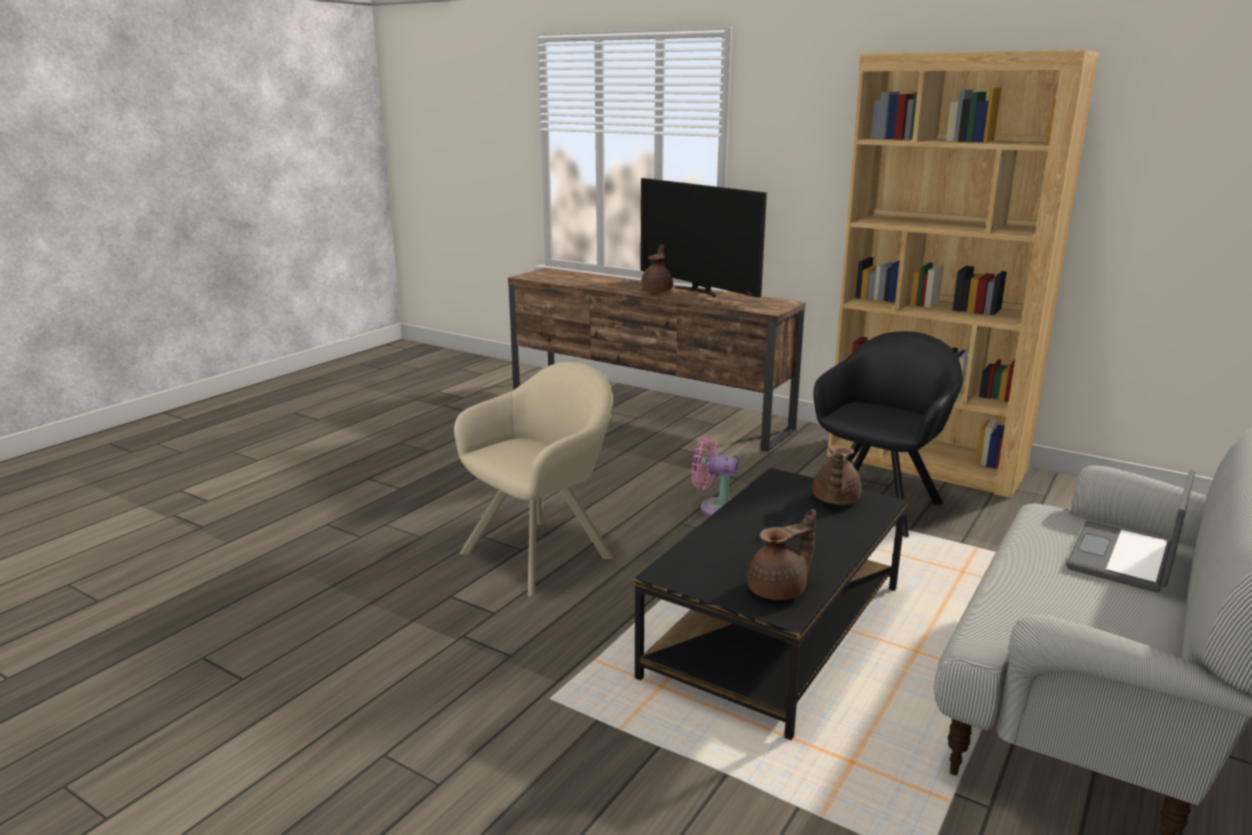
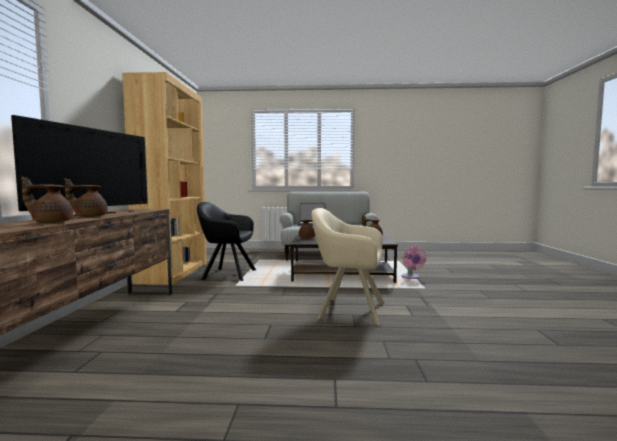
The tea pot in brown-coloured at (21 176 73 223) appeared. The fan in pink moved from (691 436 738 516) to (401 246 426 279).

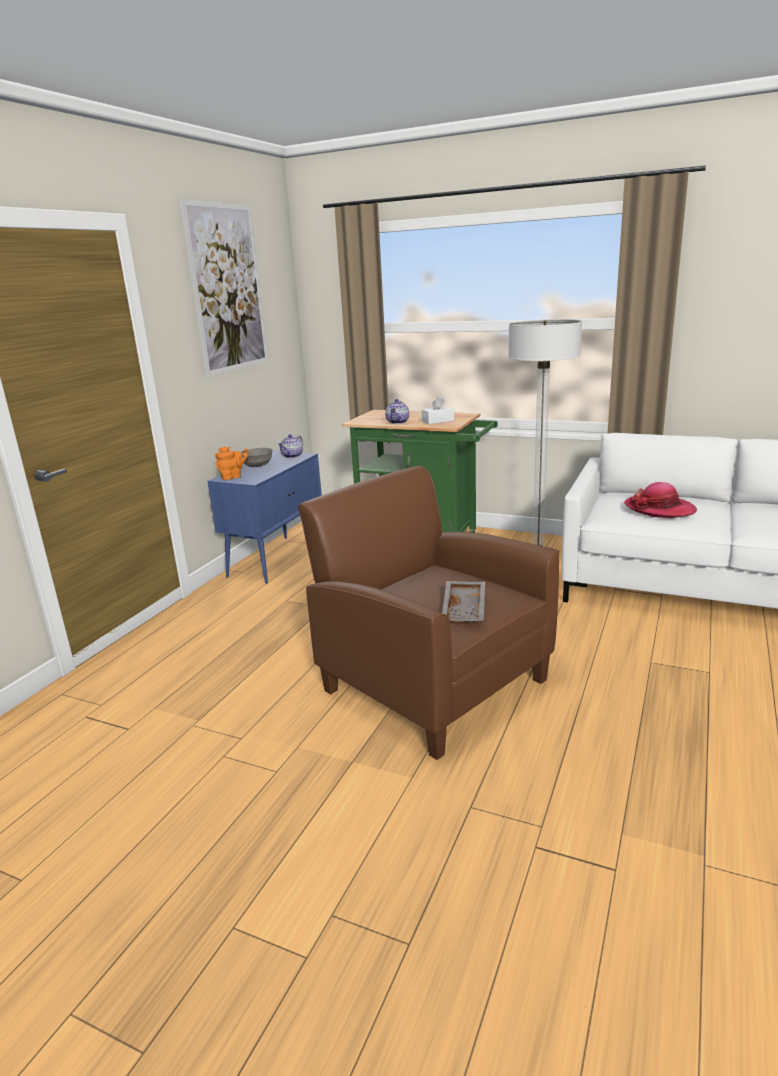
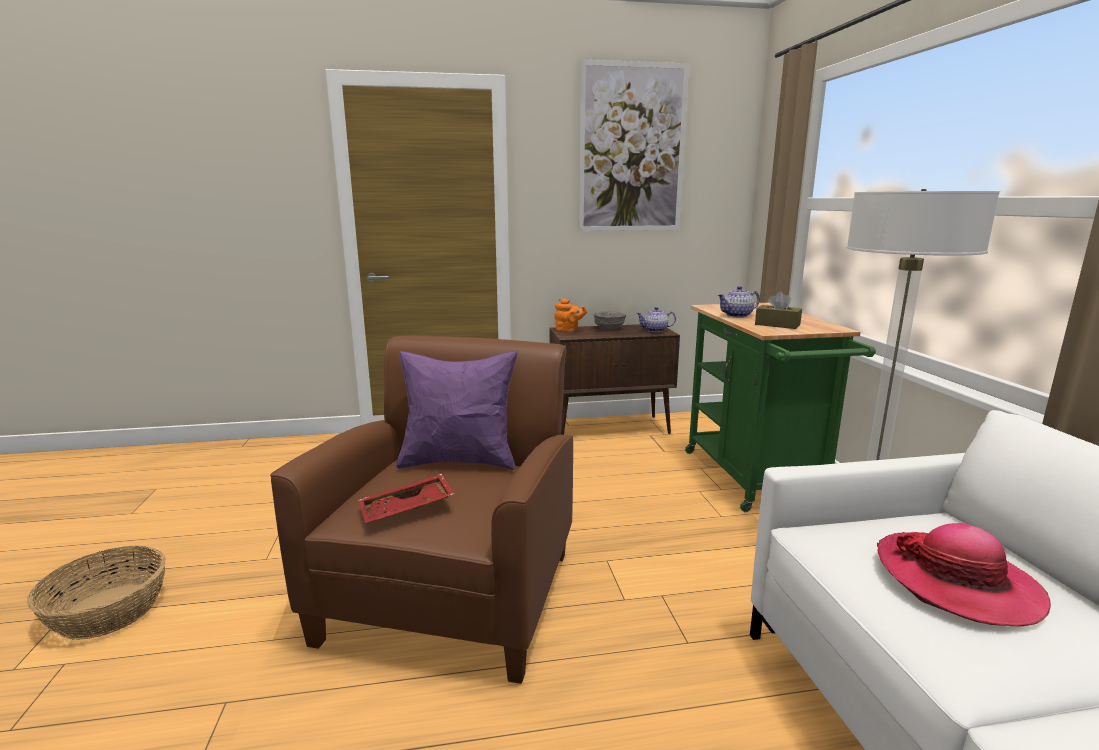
The household basket at (27 546 166 640) appeared. The cushion in purplish at (396 351 517 470) appeared. The cabinet in blue at (207 451 322 584) became the cabinet in brown-coloured at (549 324 680 435). The tissue box in white-coloured at (422 397 454 424) became the tissue box in brown-coloured at (755 292 802 329). The serving tray in greyish at (442 581 485 624) became the serving tray in reddish at (358 474 455 523).

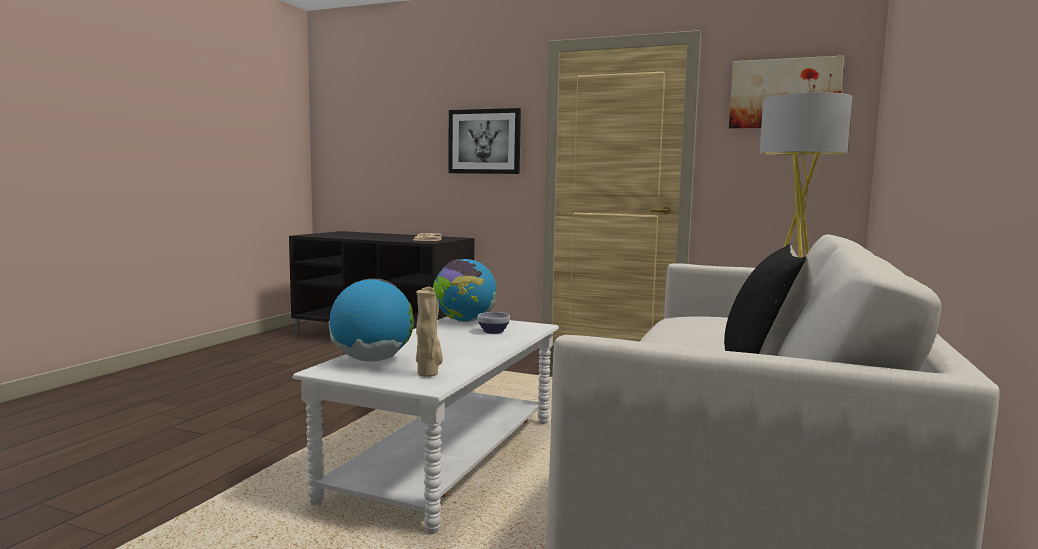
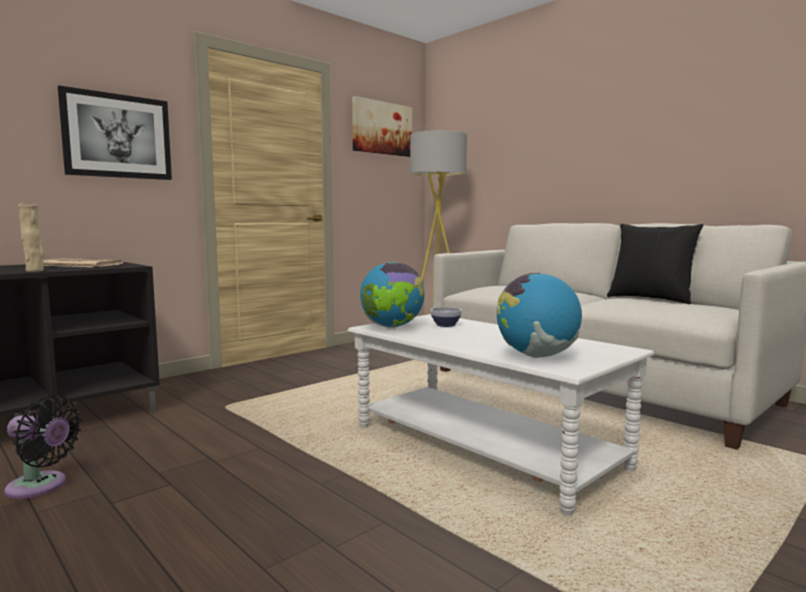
The fan in blackish at (5 395 81 499) appeared. The flower vase in beige-coloured moved from (416 287 443 377) to (18 203 45 272).

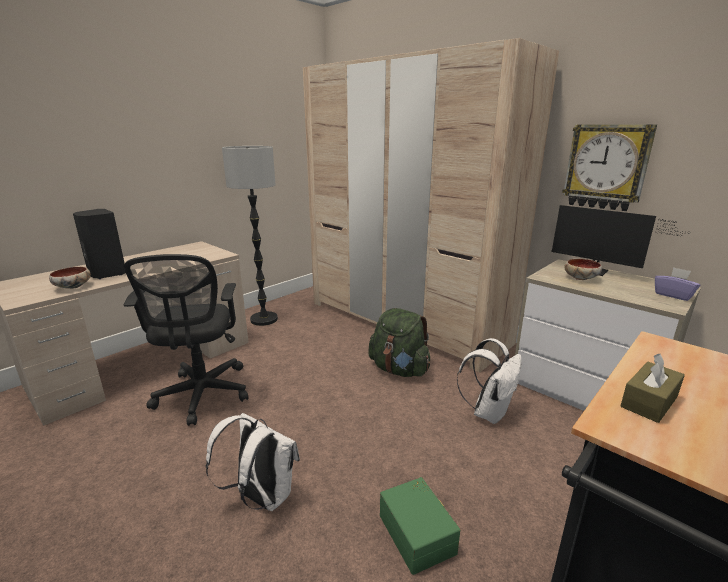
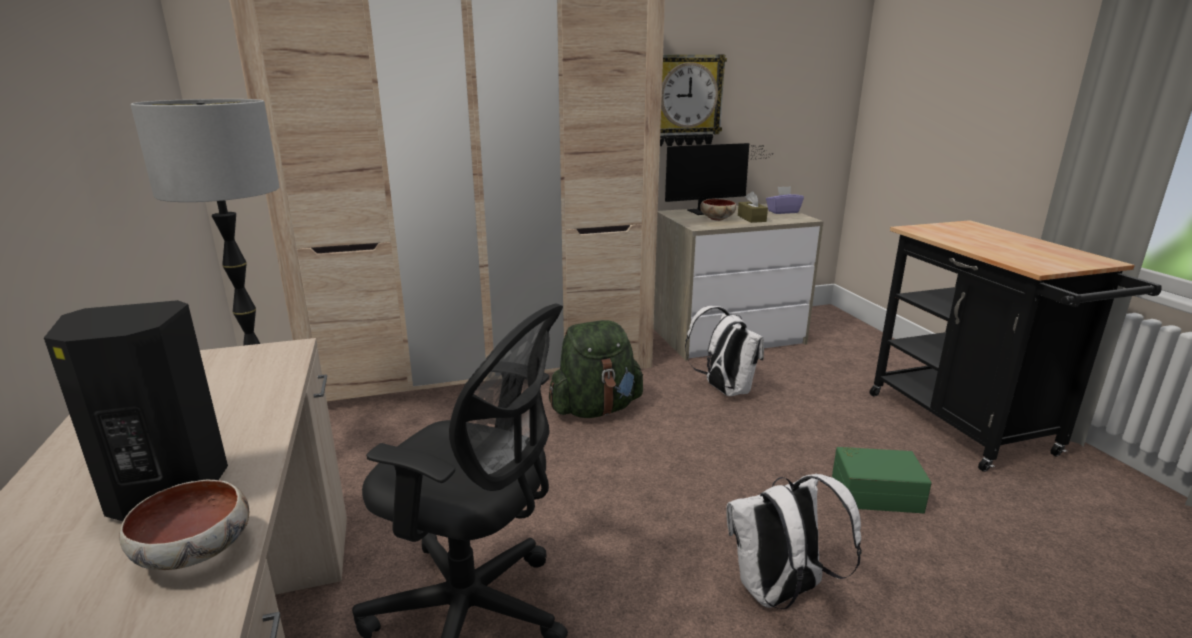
The tissue box in brown-coloured moved from (621 354 685 423) to (738 191 768 223).

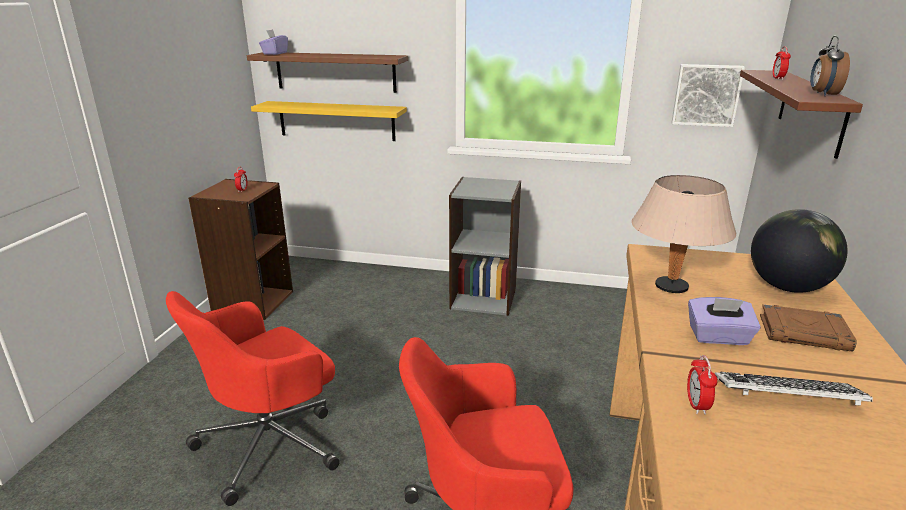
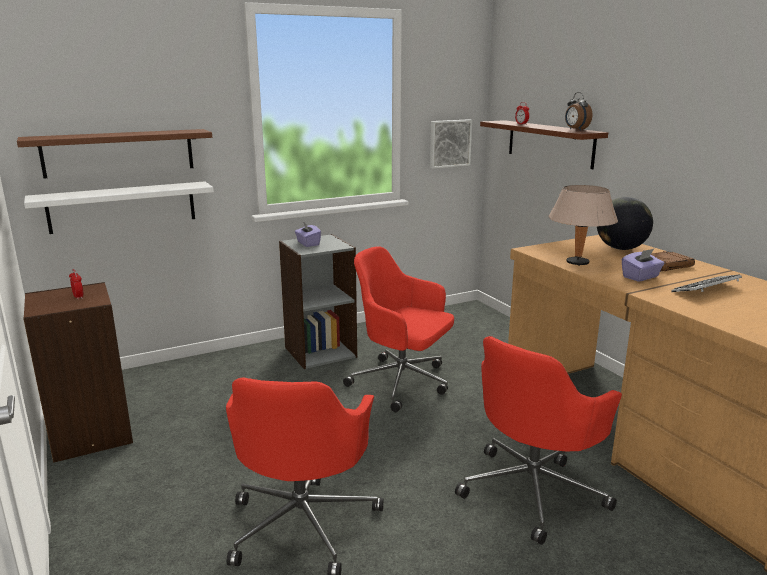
The alarm clock at (687 355 718 415) disappeared. The computer chair in reddish at (343 246 454 412) appeared. The tissue box in purplish moved from (259 29 288 55) to (295 222 321 247). The wall shelf in yellowish at (251 101 407 141) became the wall shelf in white-coloured at (24 181 214 234).

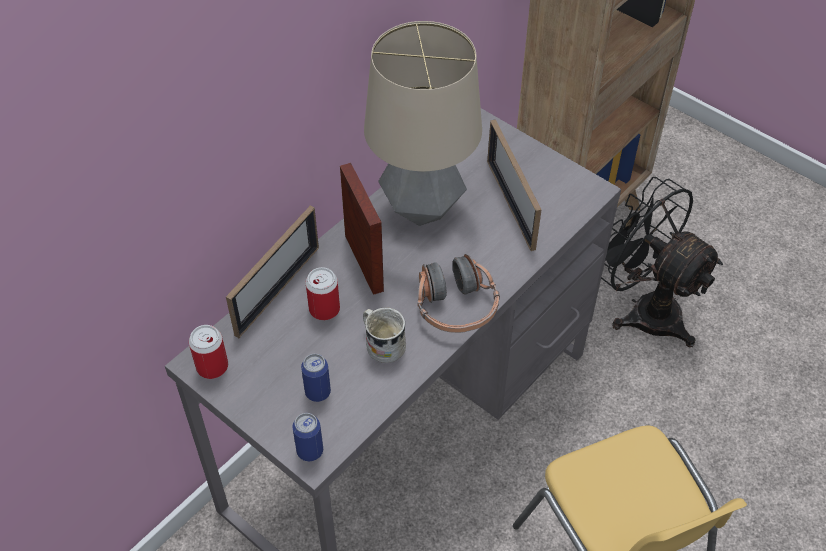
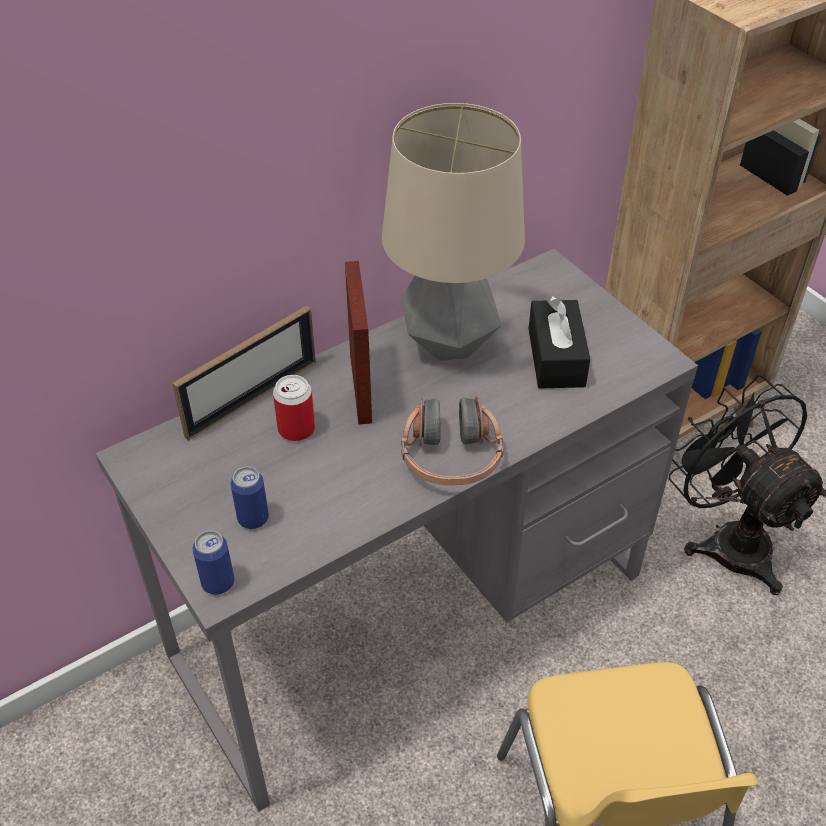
The metal can at (189 325 228 379) disappeared. The coffee mug in white-coloured at (363 307 406 363) disappeared. The standing frame at (487 119 542 251) was replaced by the tissue box in blackish at (529 296 590 389).

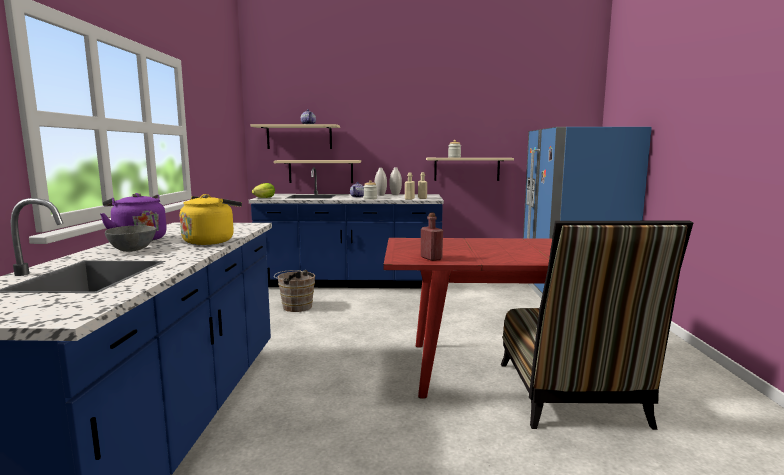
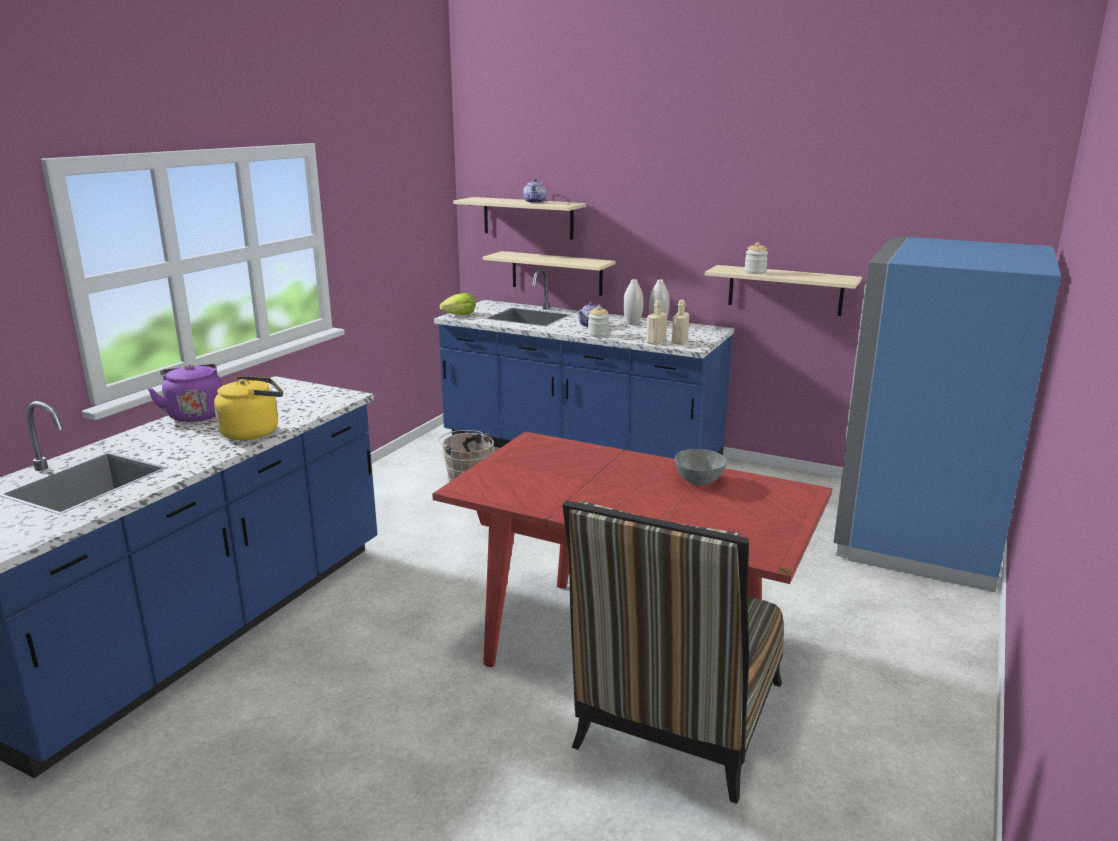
The bottle in reddish at (421 213 443 261) disappeared. The deep dish in greyish moved from (105 225 156 252) to (675 449 727 486).

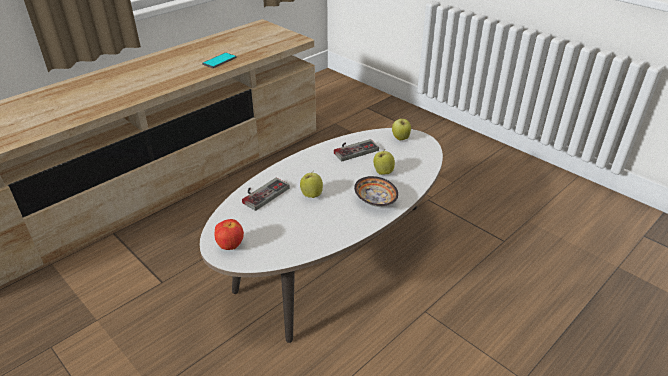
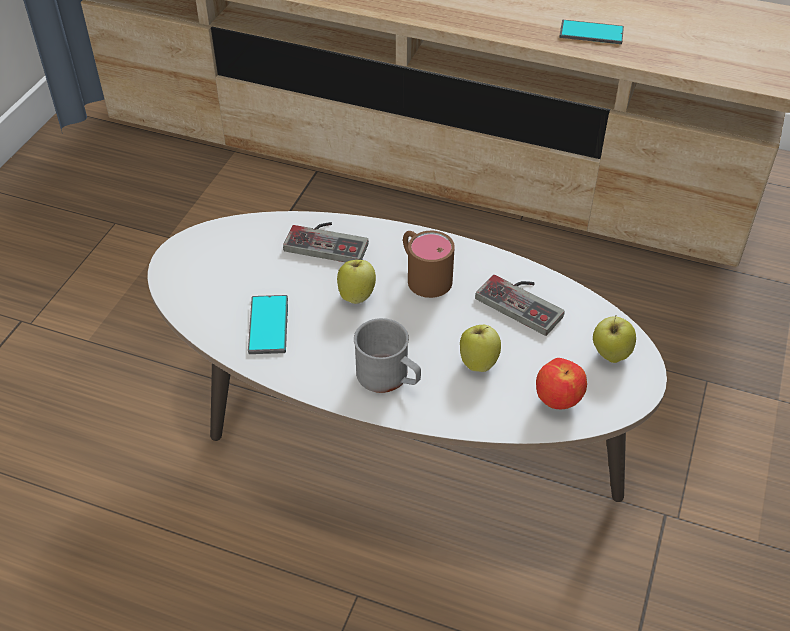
The handset at (248 295 288 354) appeared. The coffee mug in brown-coloured at (403 231 455 298) appeared. The apple fruit moved from (215 219 244 250) to (536 358 587 409). The deep dish at (354 176 398 207) was replaced by the coffee mug in greyish at (354 318 421 393).

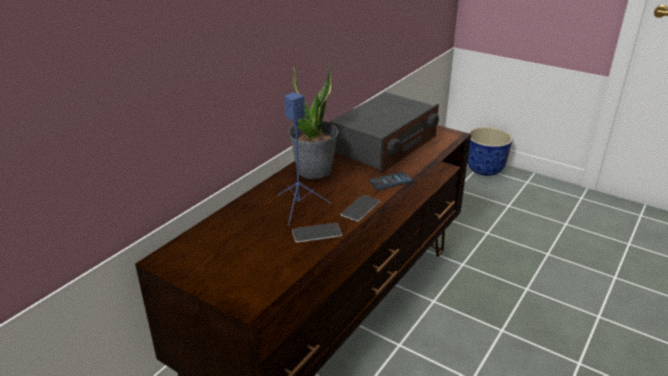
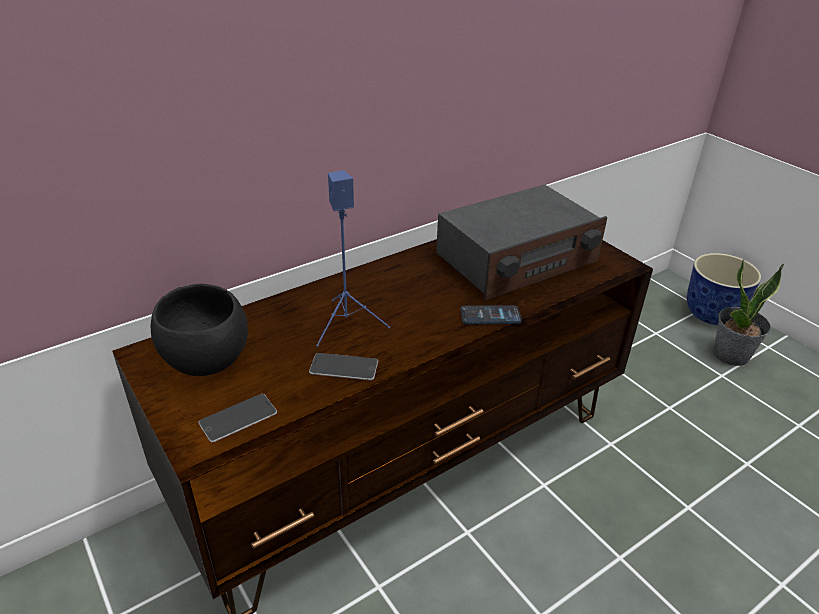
The deep dish in blackish at (151 283 248 376) appeared. The houseplant moved from (288 63 338 179) to (713 259 784 366). The handset moved from (340 195 380 222) to (198 394 277 442).

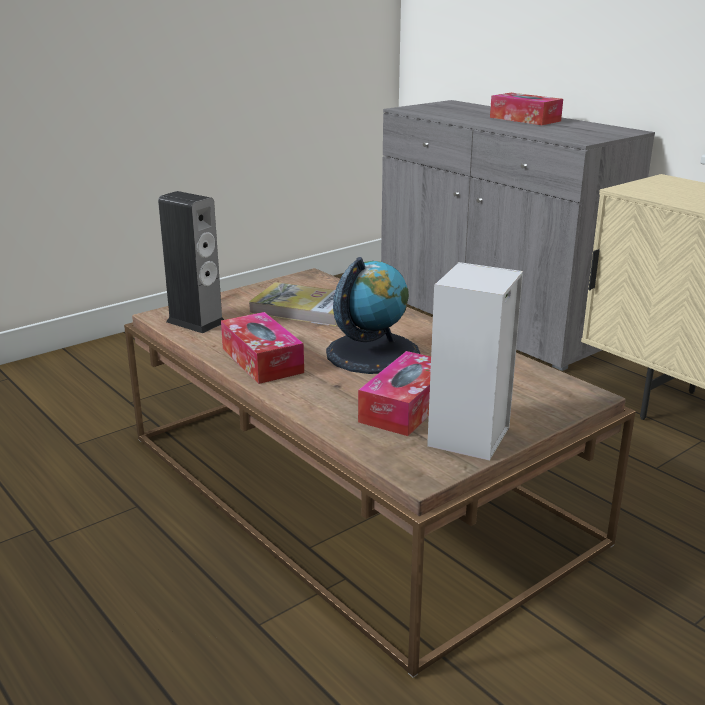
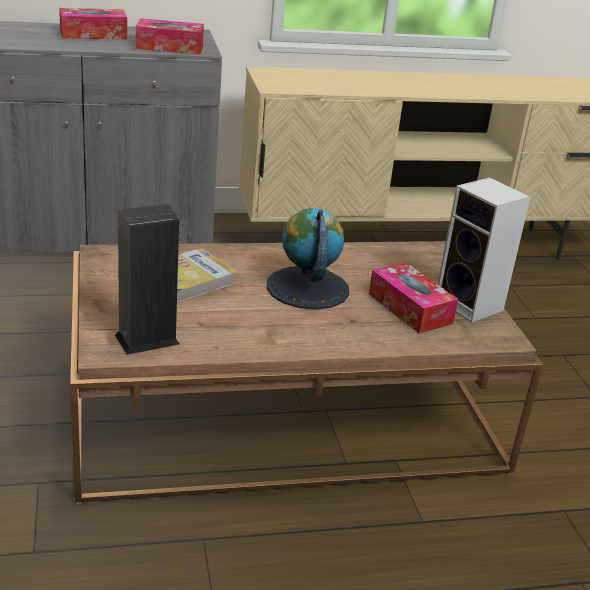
The tissue box moved from (221 312 304 384) to (136 18 204 54).

